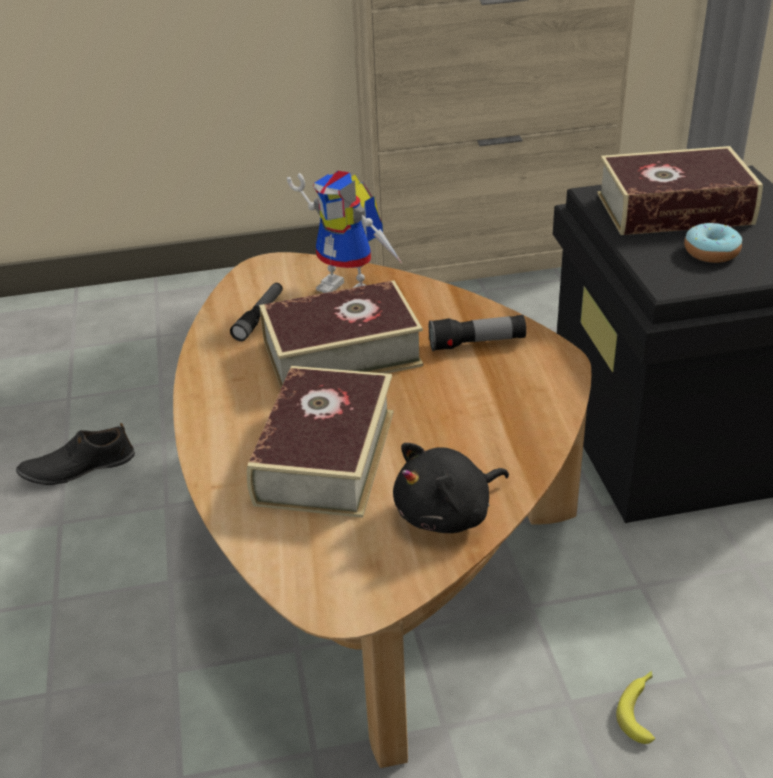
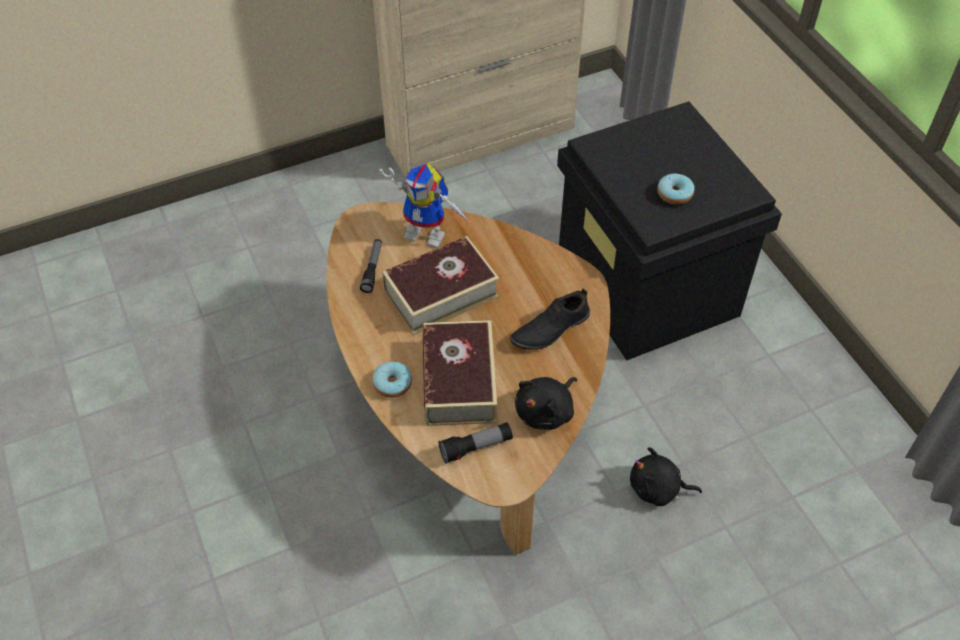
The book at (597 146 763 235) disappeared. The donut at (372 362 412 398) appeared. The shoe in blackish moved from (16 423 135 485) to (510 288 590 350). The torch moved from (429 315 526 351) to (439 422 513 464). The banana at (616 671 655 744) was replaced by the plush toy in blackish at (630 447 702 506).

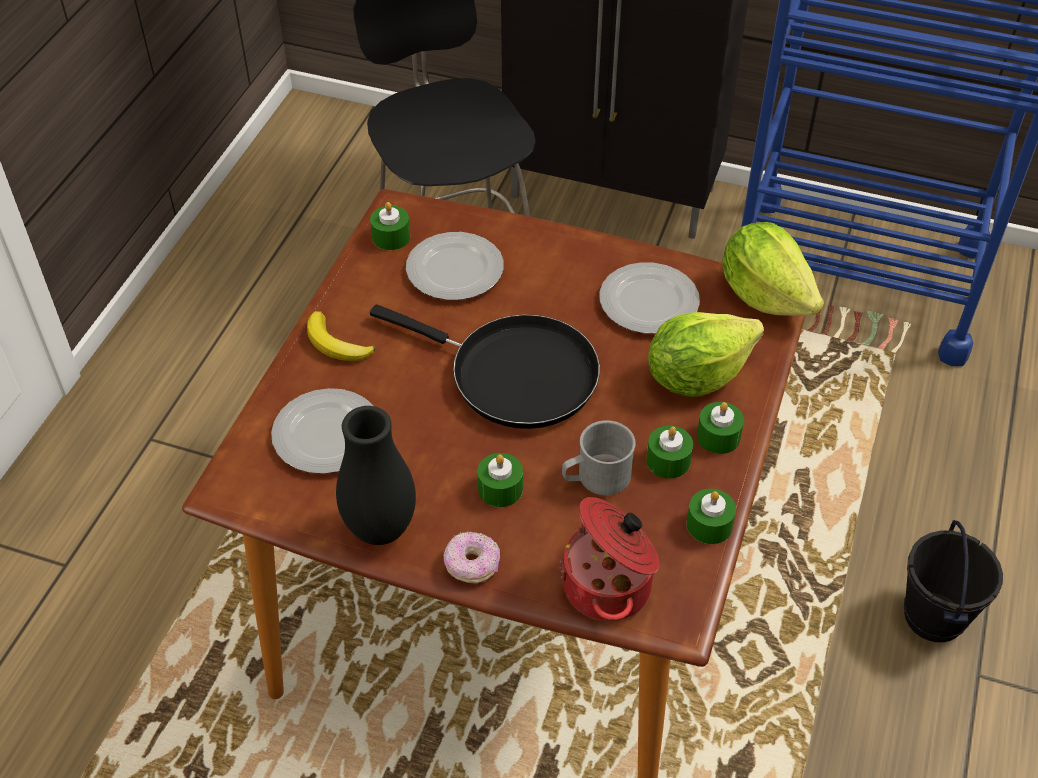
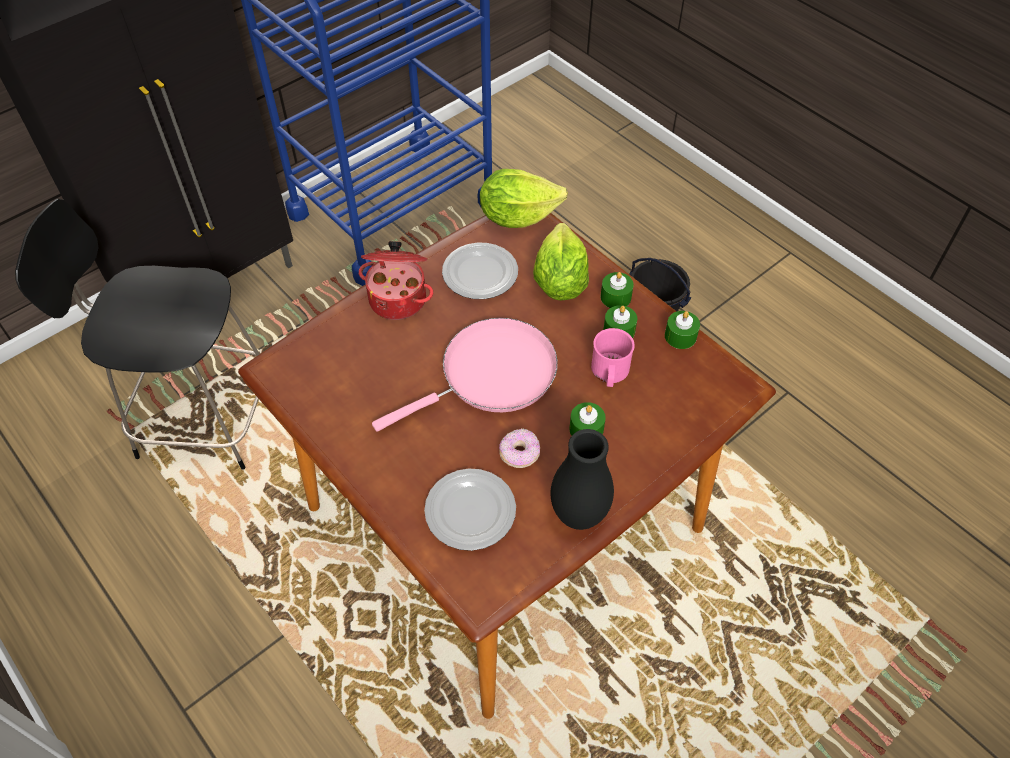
The banana at (307 311 375 361) disappeared. The wax light in greenish at (370 202 410 250) disappeared. The dinner plate at (406 232 504 300) disappeared. The donut moved from (444 532 500 583) to (499 429 540 468). The saucepot moved from (560 497 659 621) to (359 241 433 320). The pan in blackish at (370 305 600 429) became the pan in pink at (372 318 558 432). The coffee mug in greyish at (562 420 636 495) became the coffee mug in pink at (591 328 635 387).

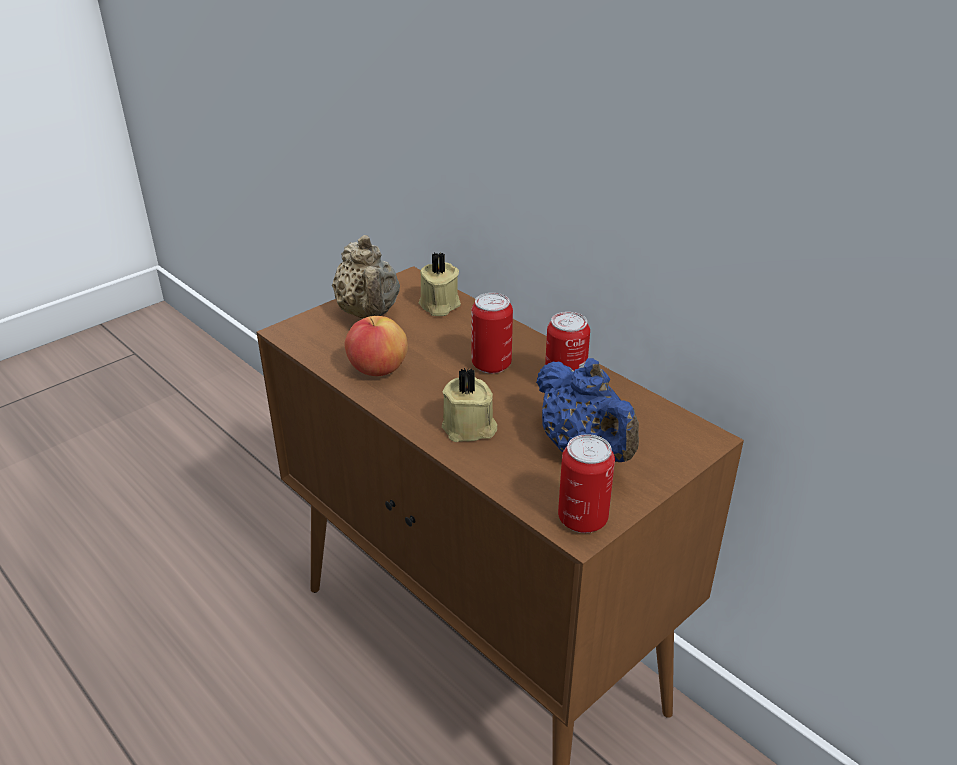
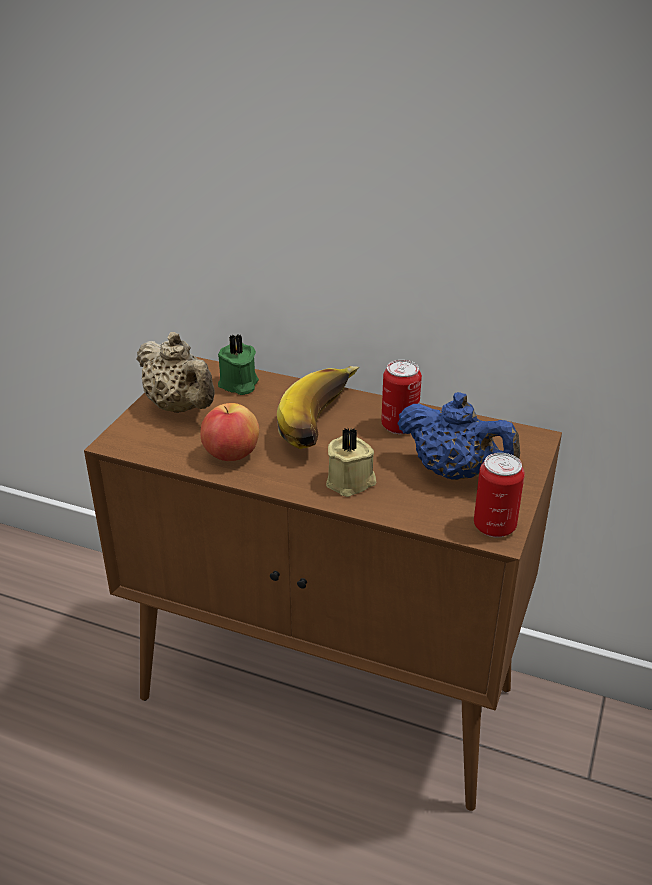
The metal can at (471 293 513 374) was replaced by the banana at (277 366 359 449). The wax light in beige-coloured at (419 253 461 316) became the wax light in greenish at (218 334 259 395).

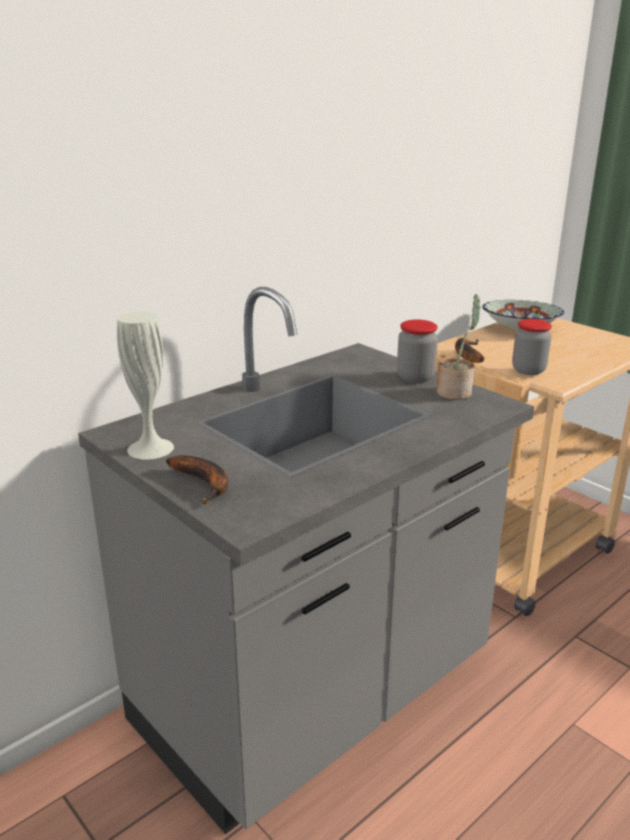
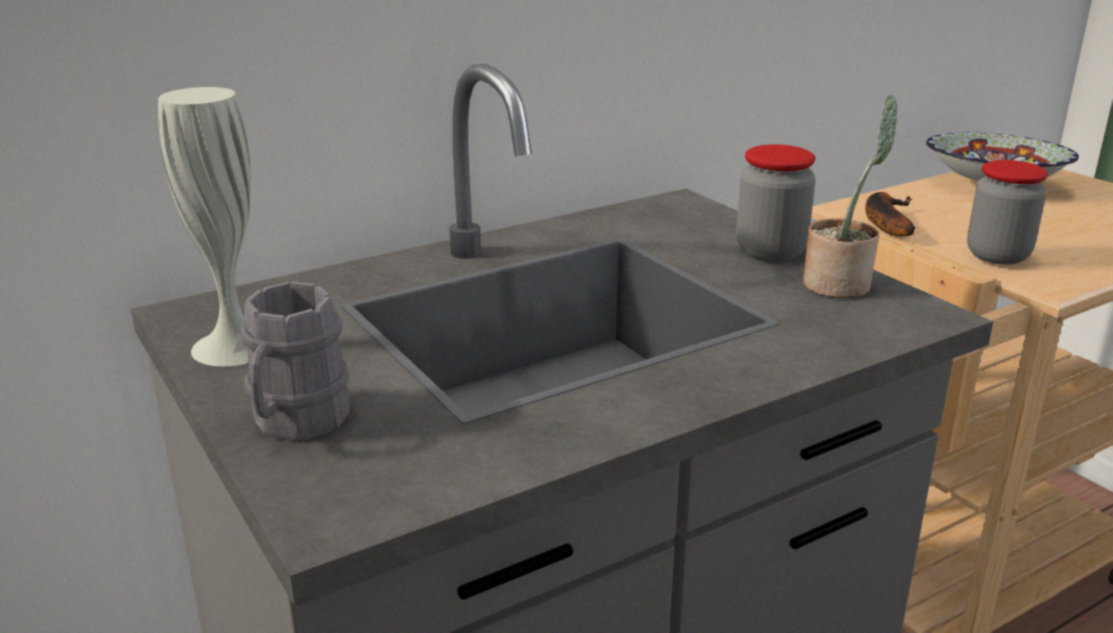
The banana at (166 455 228 504) was replaced by the coffee mug in greyish at (241 281 350 442).

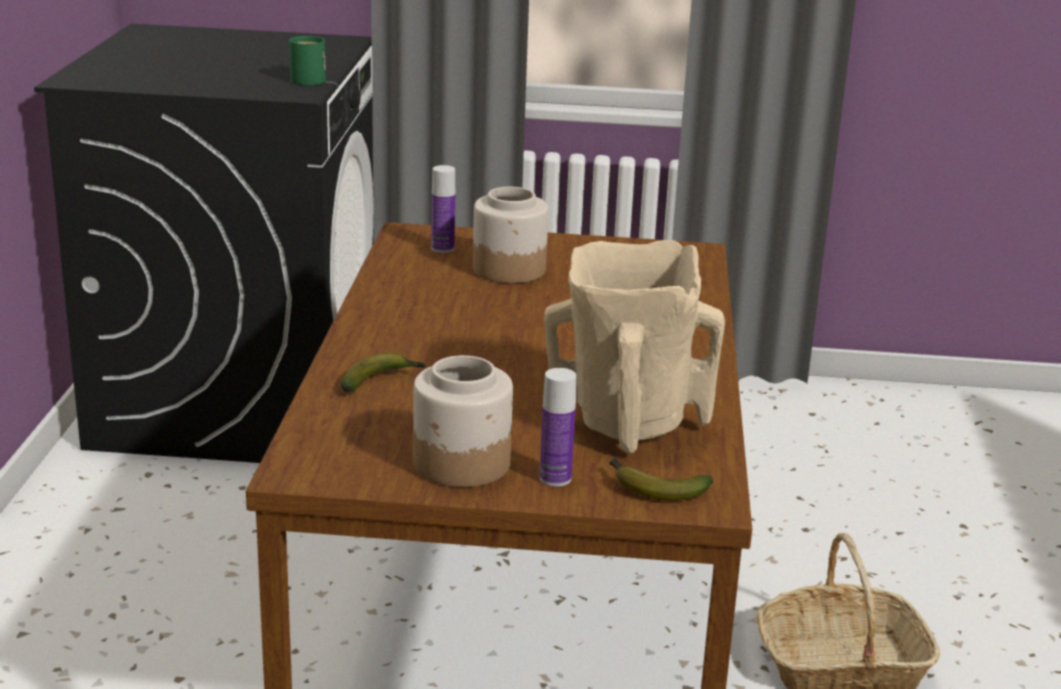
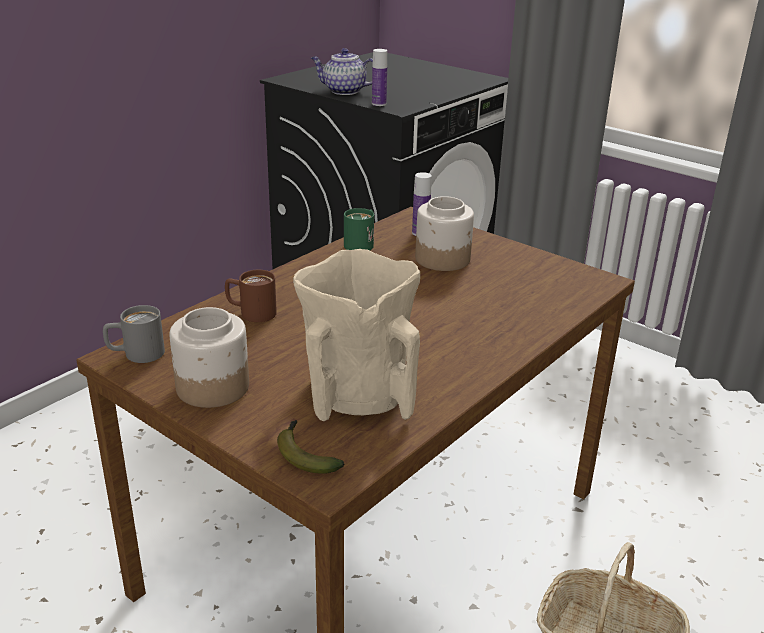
The coffee mug in greyish at (103 305 165 363) appeared. The tea pot at (311 48 373 95) appeared. The coffee mug in greenish moved from (289 36 326 85) to (344 208 374 251). The bottle moved from (540 368 576 487) to (372 49 387 106). The banana at (341 353 426 392) was replaced by the coffee mug in brown-coloured at (225 270 277 322).

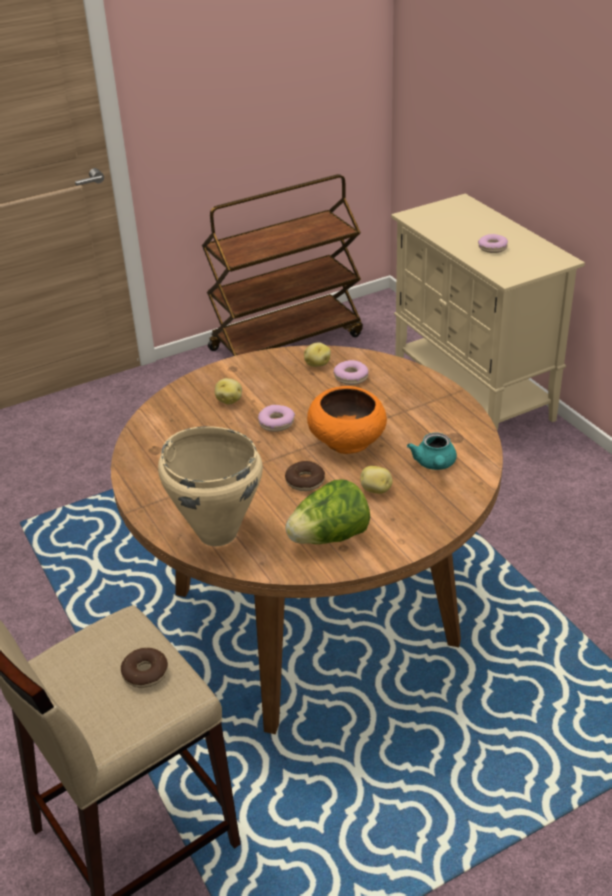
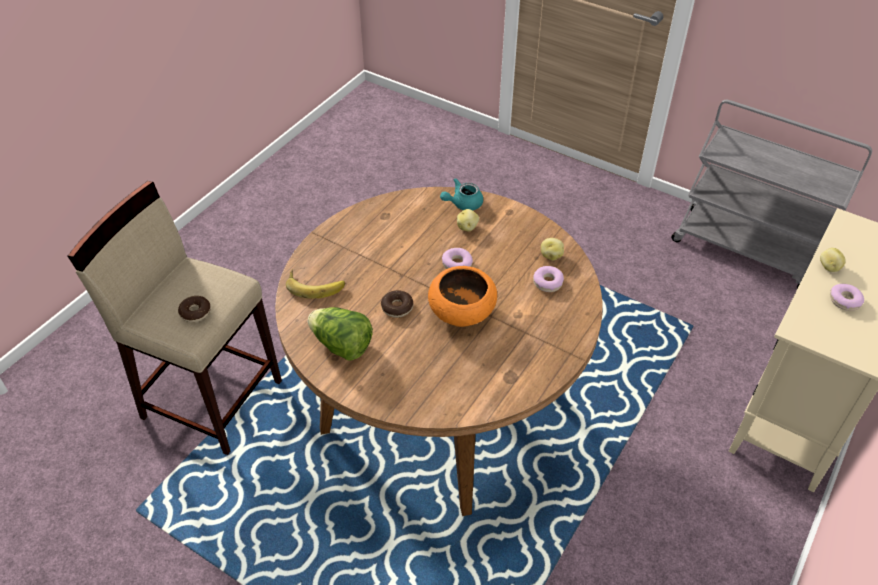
The spud moved from (360 466 393 494) to (820 248 846 272). The tea pot in turquoise moved from (407 432 457 470) to (440 178 483 210). The saucepot in beige-coloured at (158 426 263 546) was replaced by the banana at (286 269 345 299). The wheeled cart in brown-coloured at (202 174 363 356) became the wheeled cart in greyish at (671 100 872 289).

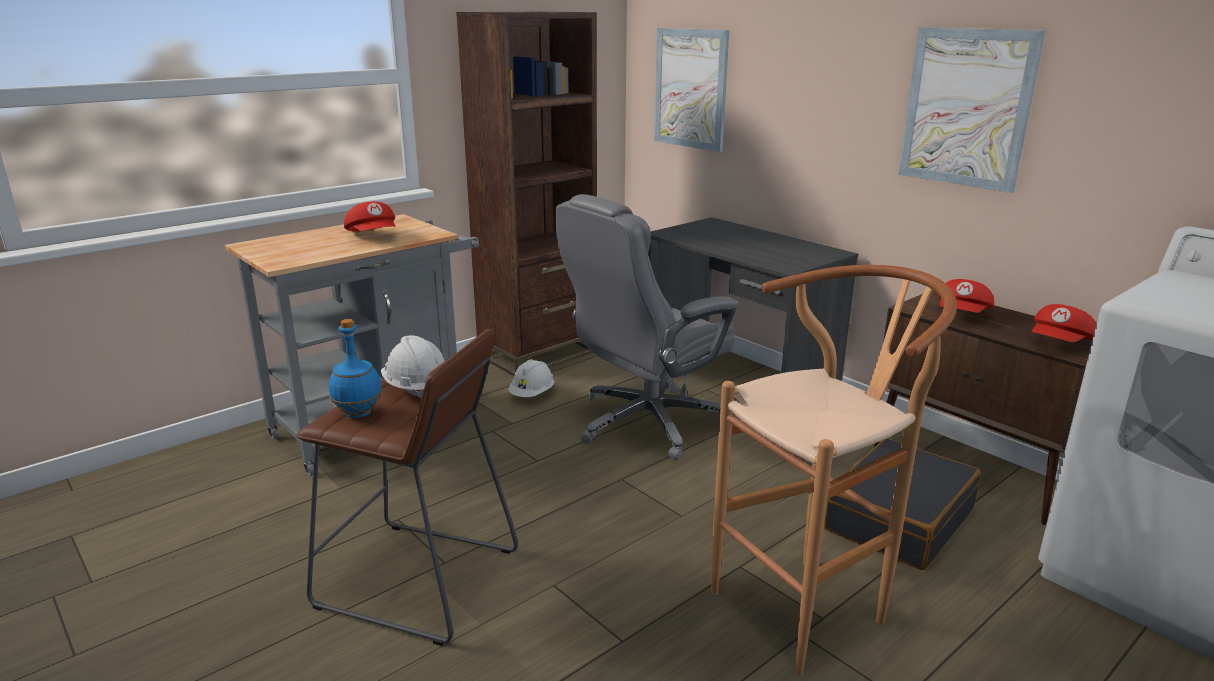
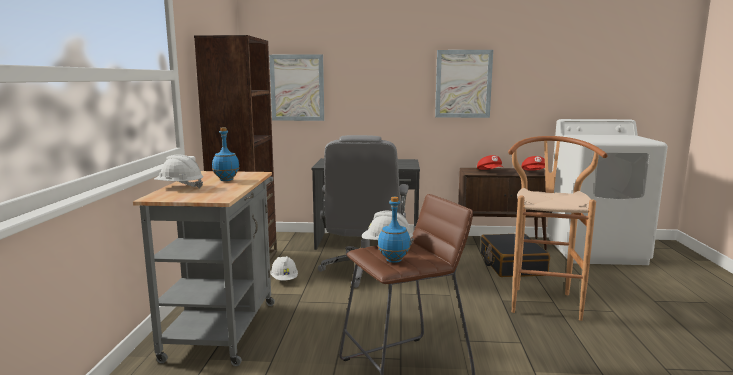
The work helmet in white-coloured at (154 155 203 189) appeared. The baseball cap in reddish at (344 202 395 232) was replaced by the bottle in blue at (212 128 240 181).

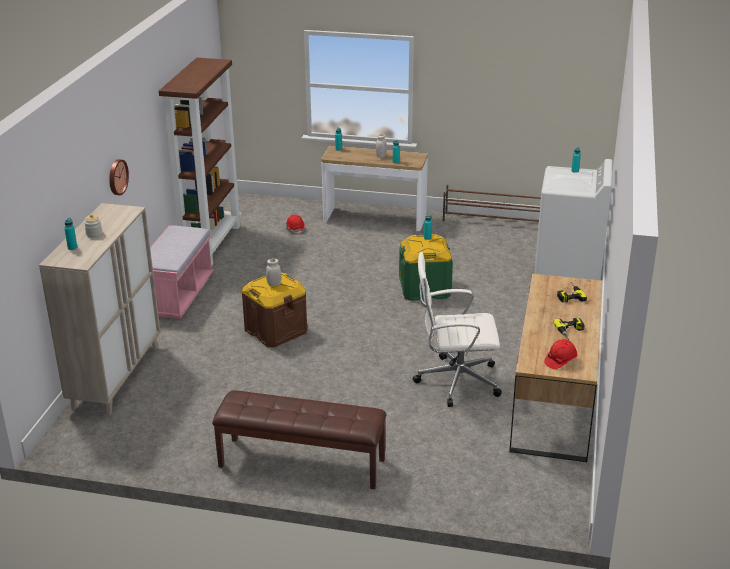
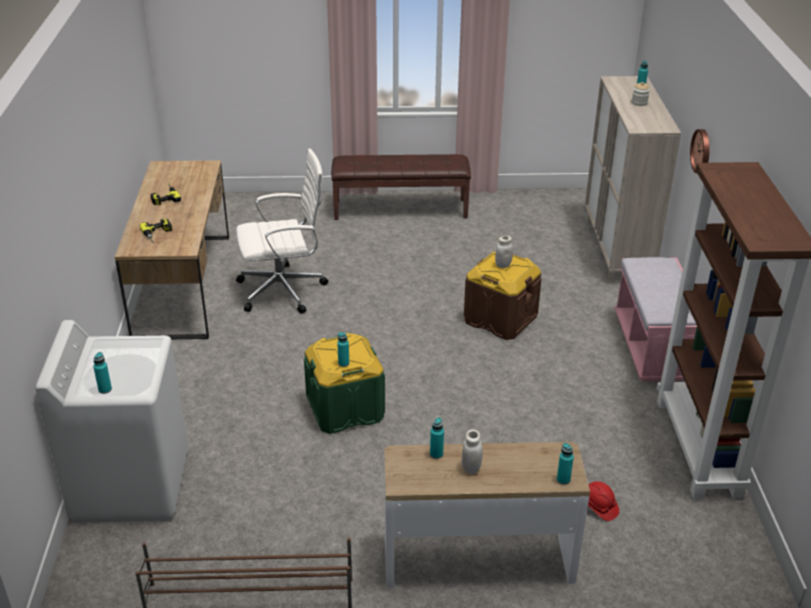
The work helmet in reddish at (544 339 578 369) disappeared.

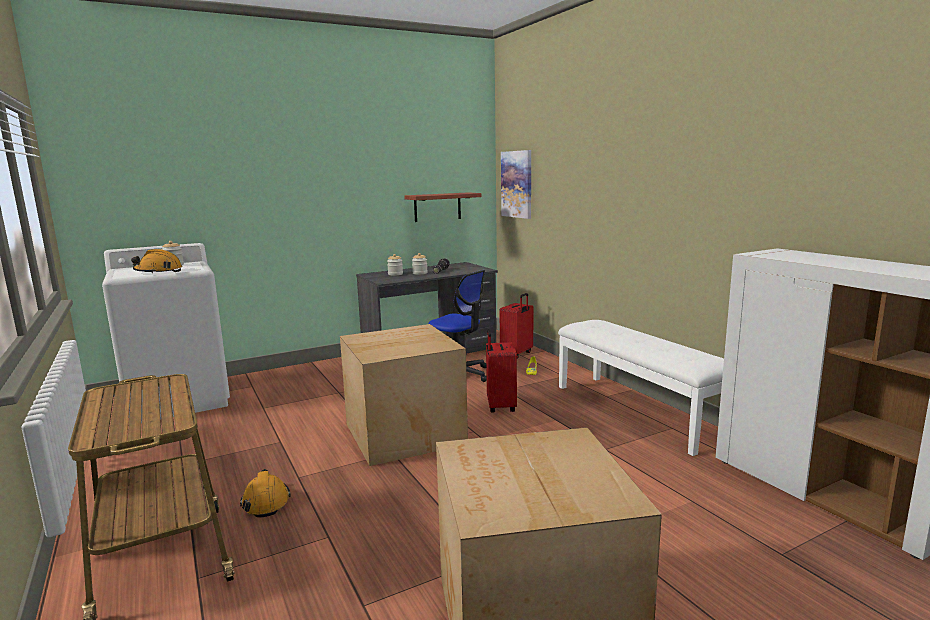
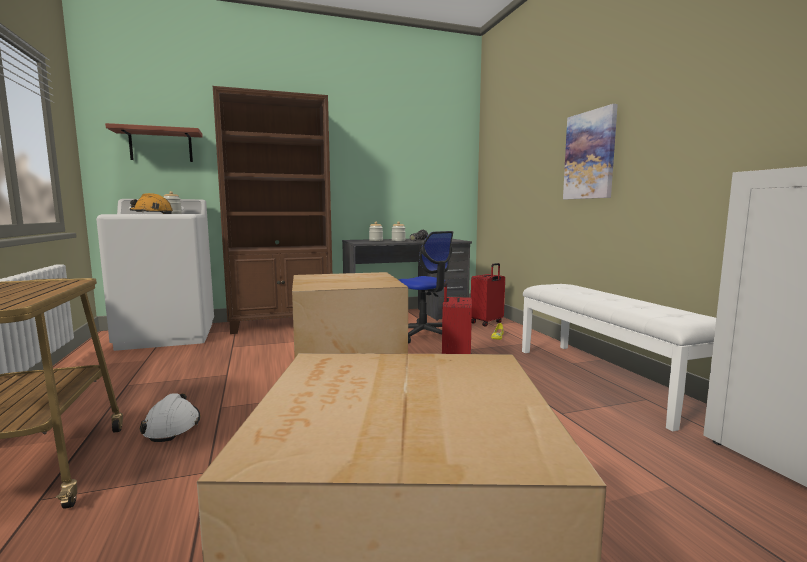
The bookcase in brown-coloured at (213 86 332 334) appeared. The wall shelf moved from (404 192 482 222) to (105 123 203 162). The wall art moved from (501 150 531 219) to (563 104 618 199). The work helmet in orangey at (240 469 291 518) became the work helmet in white-coloured at (140 393 200 442).

